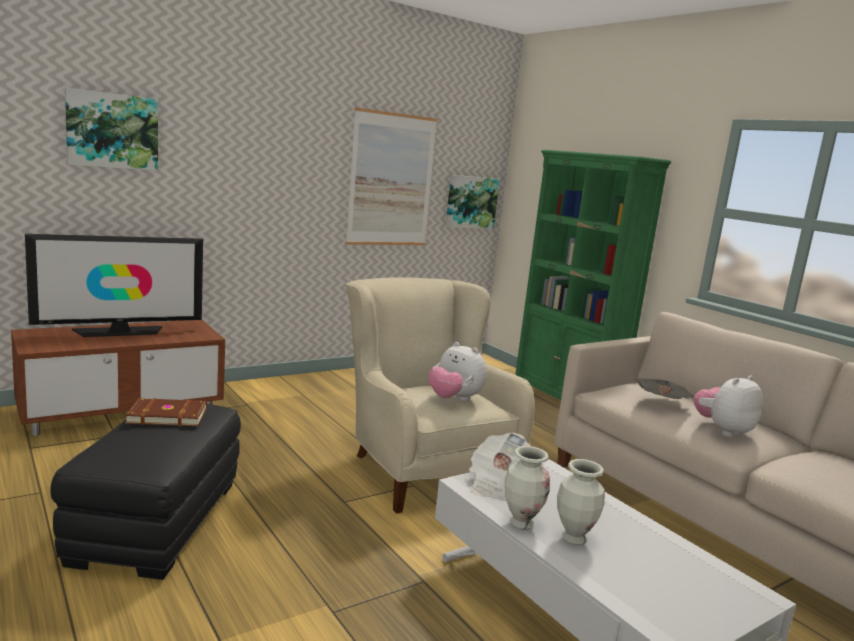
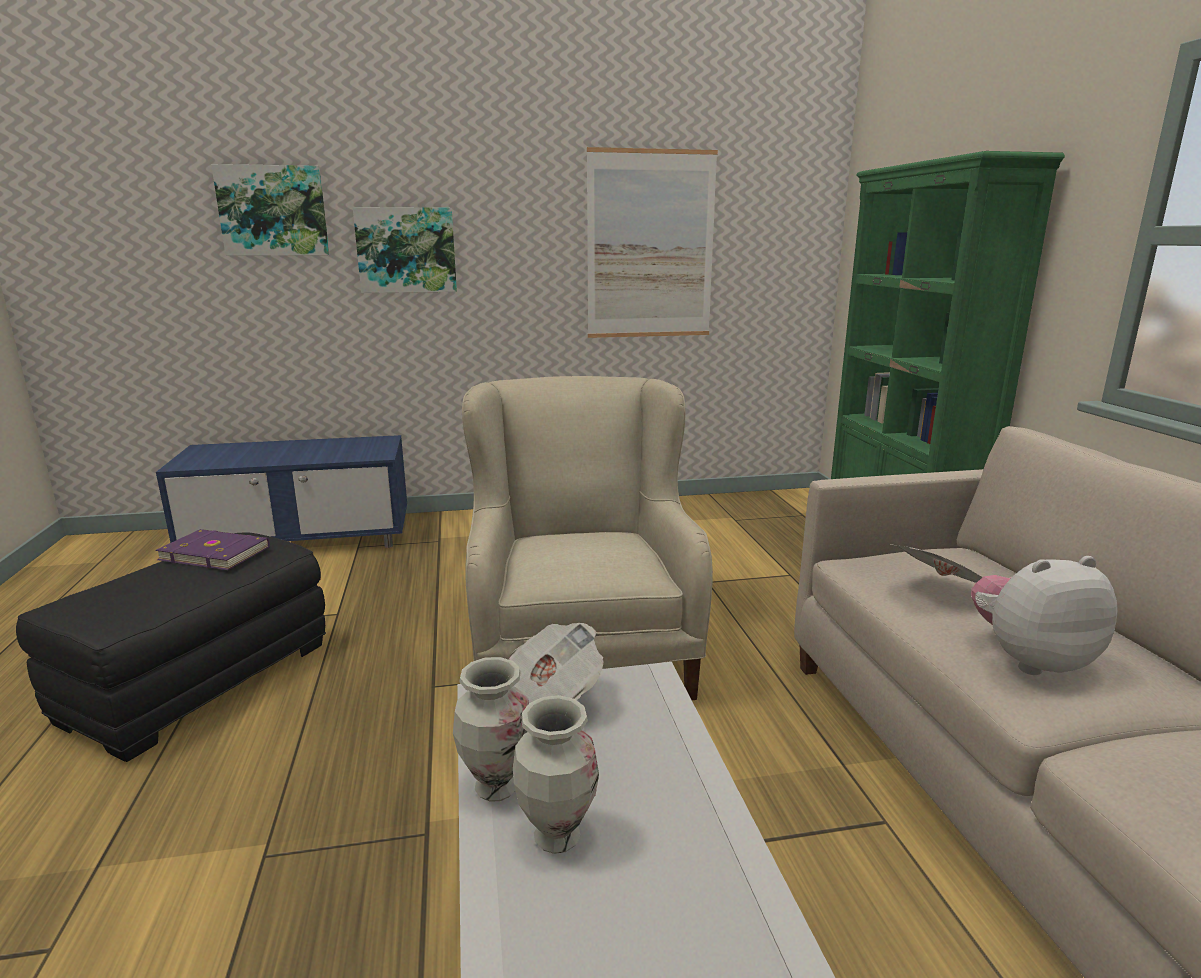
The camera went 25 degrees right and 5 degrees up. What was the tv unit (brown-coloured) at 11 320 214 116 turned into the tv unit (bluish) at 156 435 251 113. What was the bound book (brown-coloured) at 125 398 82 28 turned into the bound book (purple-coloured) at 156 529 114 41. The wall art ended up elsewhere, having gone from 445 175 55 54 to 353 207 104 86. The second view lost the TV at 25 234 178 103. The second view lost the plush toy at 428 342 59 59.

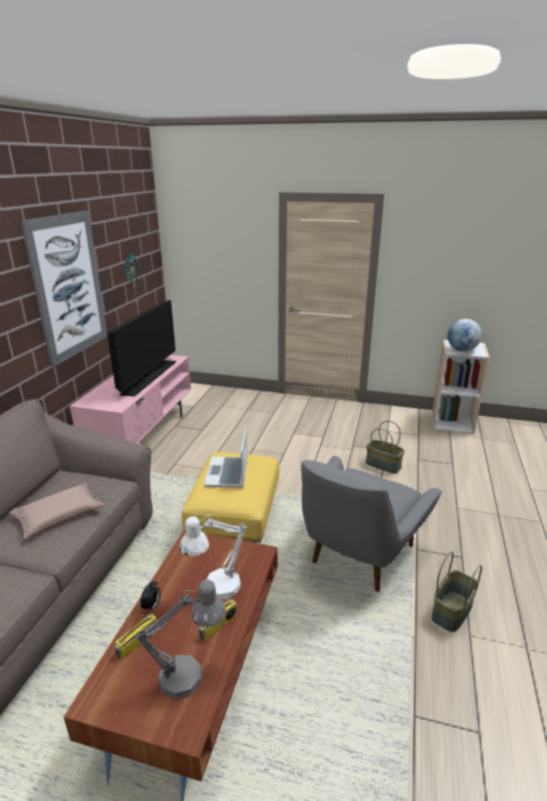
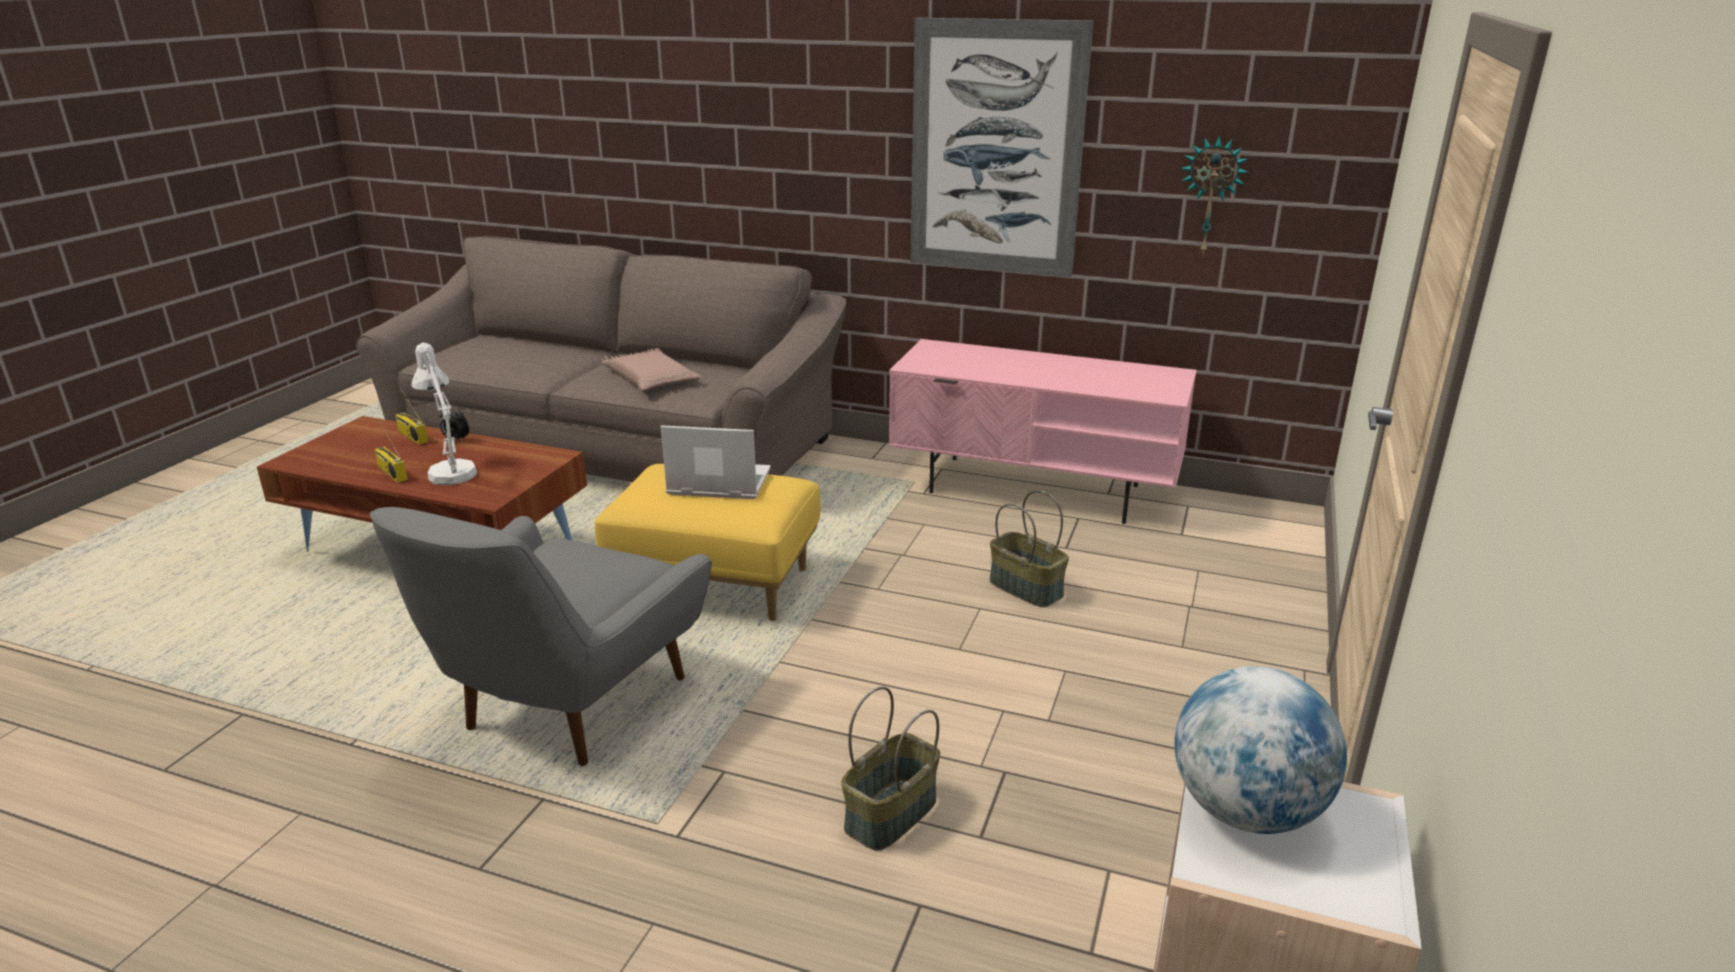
The camera went 95 degrees right and 0 degrees up. The easy chair (gray) at 301 456 141 136 ended up facing another way, 105 degrees counterclockwise from before. The basket ended up elsewhere, having gone from 432 551 50 81 to 990 490 79 117. The second view lost the TV at 107 300 69 96. The second view lost the lamp for a table (gray) at 135 580 91 119.

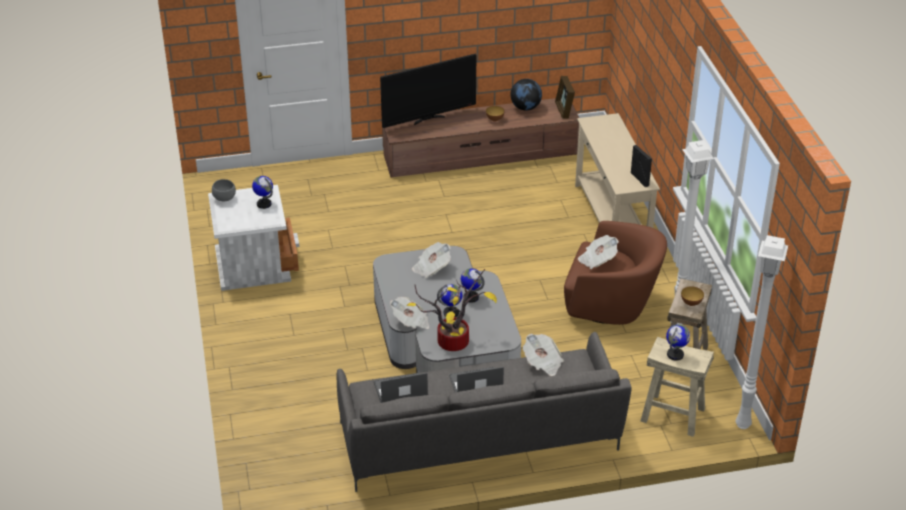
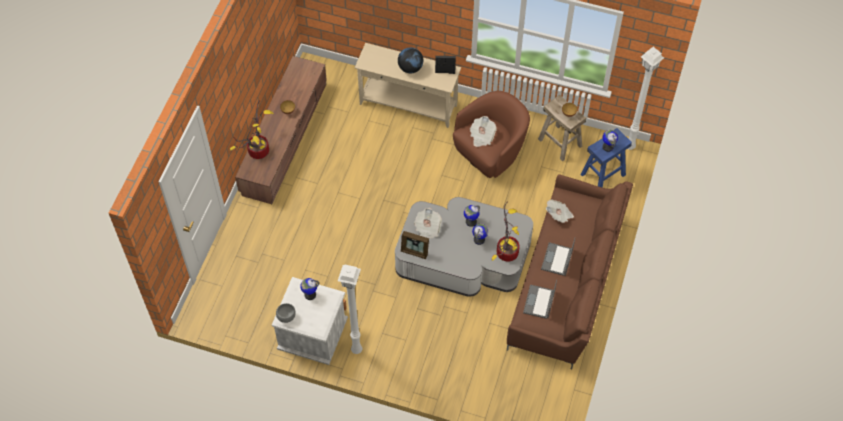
The camera went 60 degrees left and 20 degrees up. Where the TV stood at 380 53 96 75, the houseplant came to stand at 230 100 43 59. The floor lamp (white) ended up elsewhere, having gone from 670 140 44 185 to 338 264 24 90. The world globe ended up elsewhere, having gone from 511 79 31 32 to 398 47 25 26. The standing frame ended up elsewhere, having gone from 555 76 20 43 to 401 231 28 28. What was the couch (gray) at 337 332 294 160 turned into the couch (brown-coloured) at 507 174 126 195. What was the stool seat (sand-coloured) at 641 337 73 100 turned into the stool seat (bluish) at 580 128 52 60. The second view lost the daily paper at 390 297 39 32.

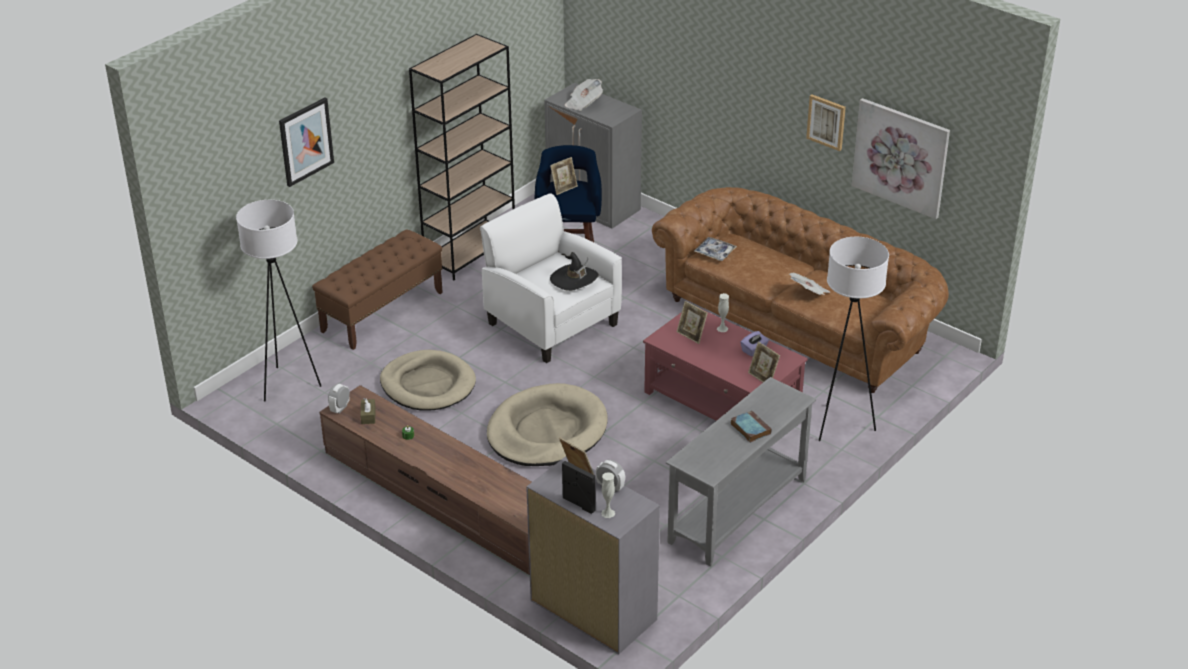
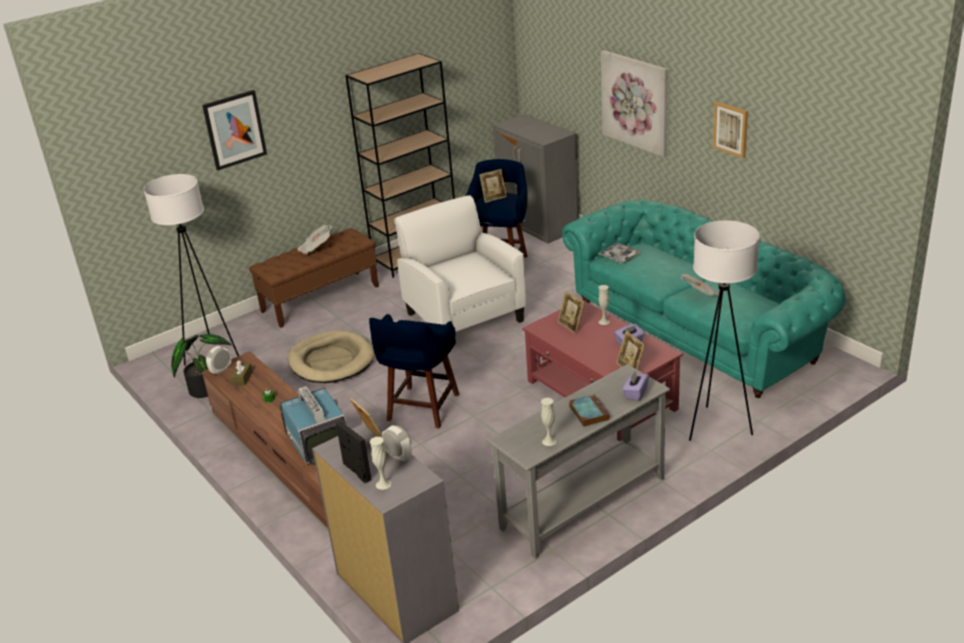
The camera went 15 degrees right and 5 degrees down. The second view gained the houseplant at 171 334 60 64. The second view gained the TV at 280 386 67 79. The daily paper ended up elsewhere, having gone from 565 79 38 32 to 297 225 35 30. Where the dog bed (sand-coloured) stood at 487 383 121 83, the stool seat (bluish) came to stand at 369 314 90 114. The second view gained the decorative vase (white) at 541 398 15 48. What was the couch (brown-coloured) at 652 187 297 206 turned into the couch (blue-green) at 562 200 284 198. The wall art ended up elsewhere, having gone from 851 98 99 121 to 601 50 67 107. The second view gained the box of tissues (purple-coloured) at 623 371 26 30. The second view lost the wearable hat (black) at 550 252 49 39.

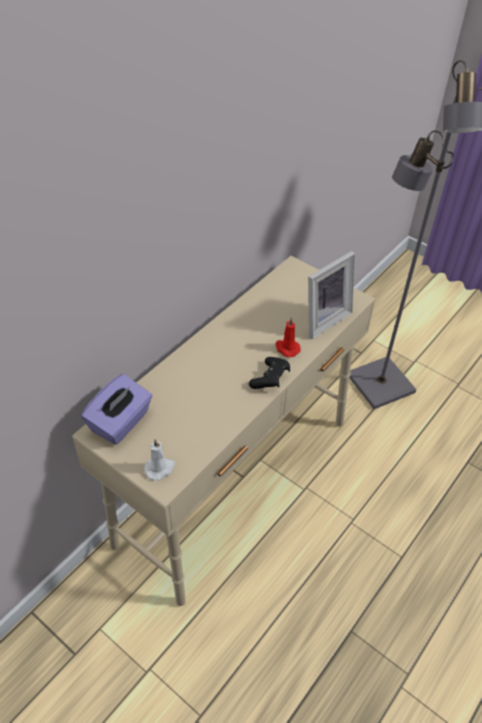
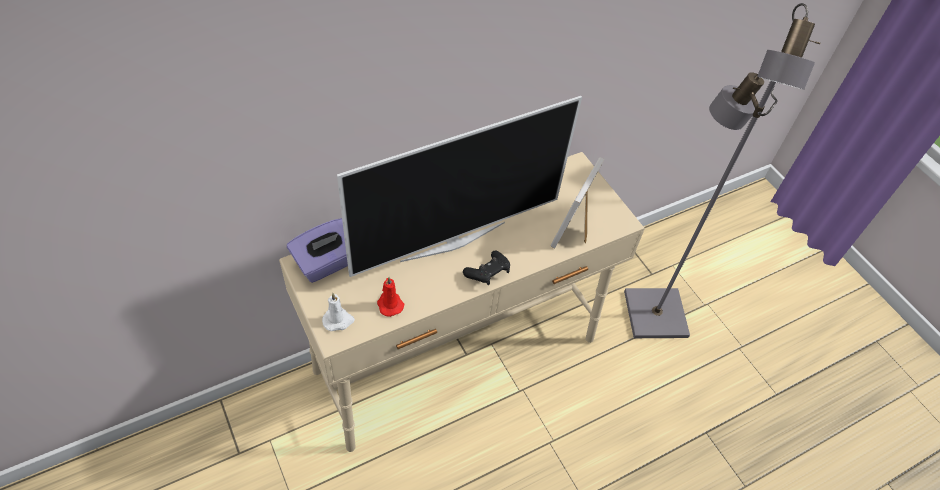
The camera went 20 degrees right and 5 degrees up. The second view gained the TV at 337 96 245 181. The wax light (red) ended up elsewhere, having gone from 276 317 25 40 to 377 277 27 40. The standing frame at 308 251 47 88 ended up facing another way, 135 degrees clockwise from before.

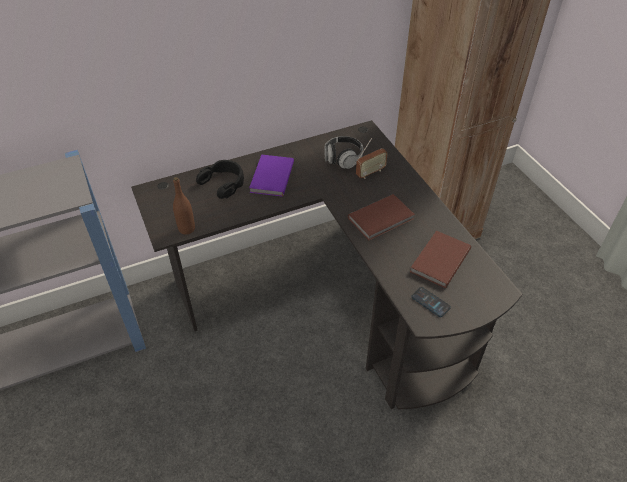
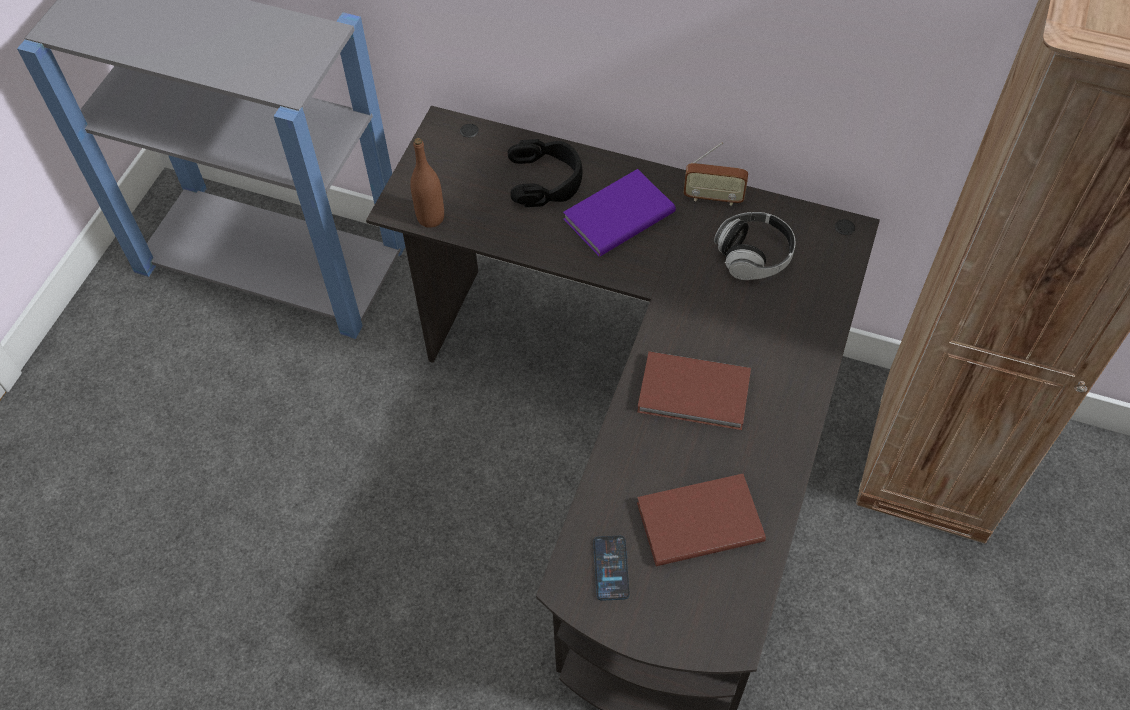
The camera went 45 degrees right and 10 degrees up. The radio ended up elsewhere, having gone from 356 138 32 41 to 684 142 64 64.

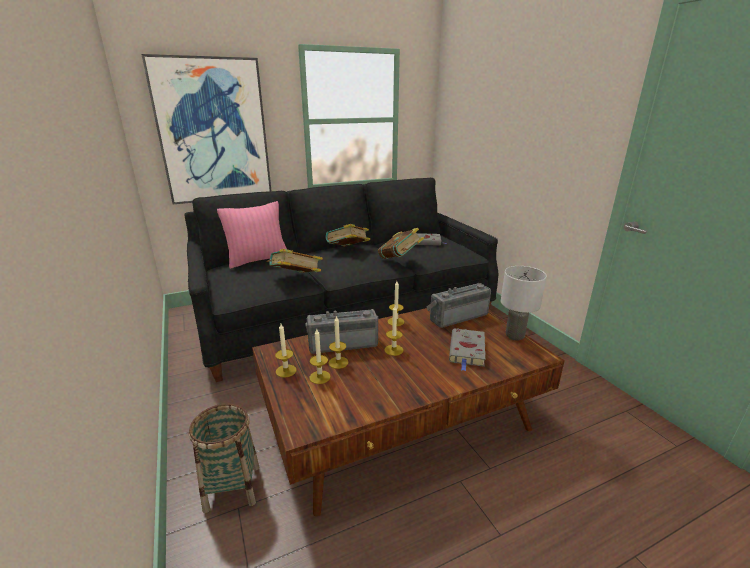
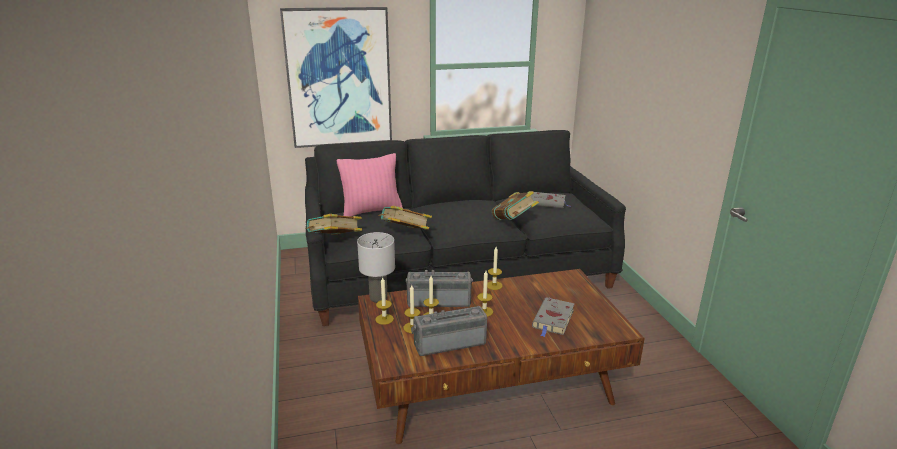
The camera went 10 degrees right and 0 degrees up. The bound book ended up elsewhere, having gone from 326 224 44 22 to 307 214 55 21. The lamp for a table (white) ended up elsewhere, having gone from 501 266 46 75 to 357 232 38 71. The radio ended up elsewhere, having gone from 427 283 64 45 to 411 306 76 50. The second view lost the basket at 189 404 70 109.

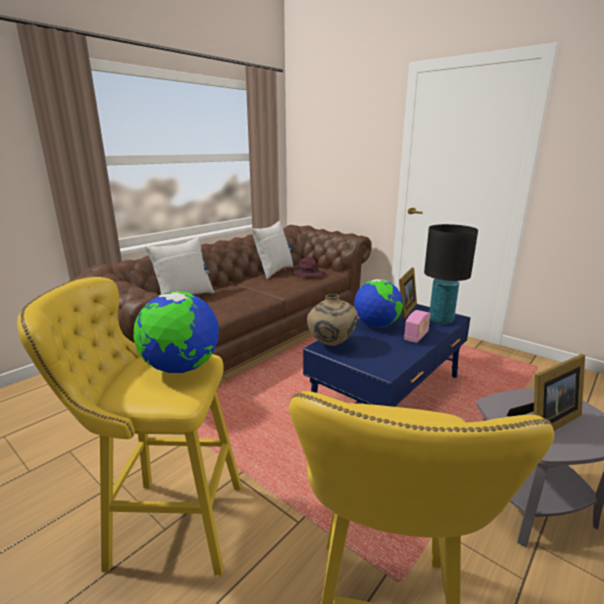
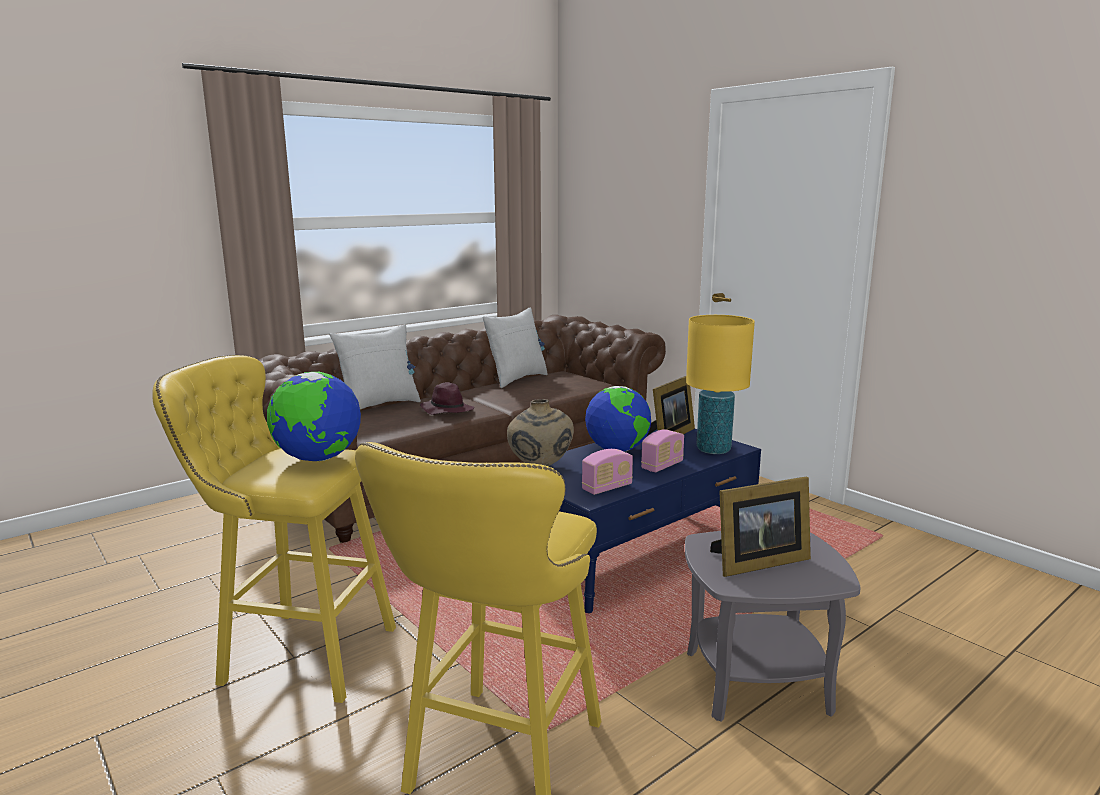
The camera went 10 degrees right and 5 degrees down. The wearable hat (purple-coloured) ended up elsewhere, having gone from 291 257 34 20 to 420 382 54 33. The second view gained the radio at 582 449 51 46. What was the lamp for a table (black) at 424 224 54 100 turned into the lamp for a table (yellow) at 686 315 69 139.

